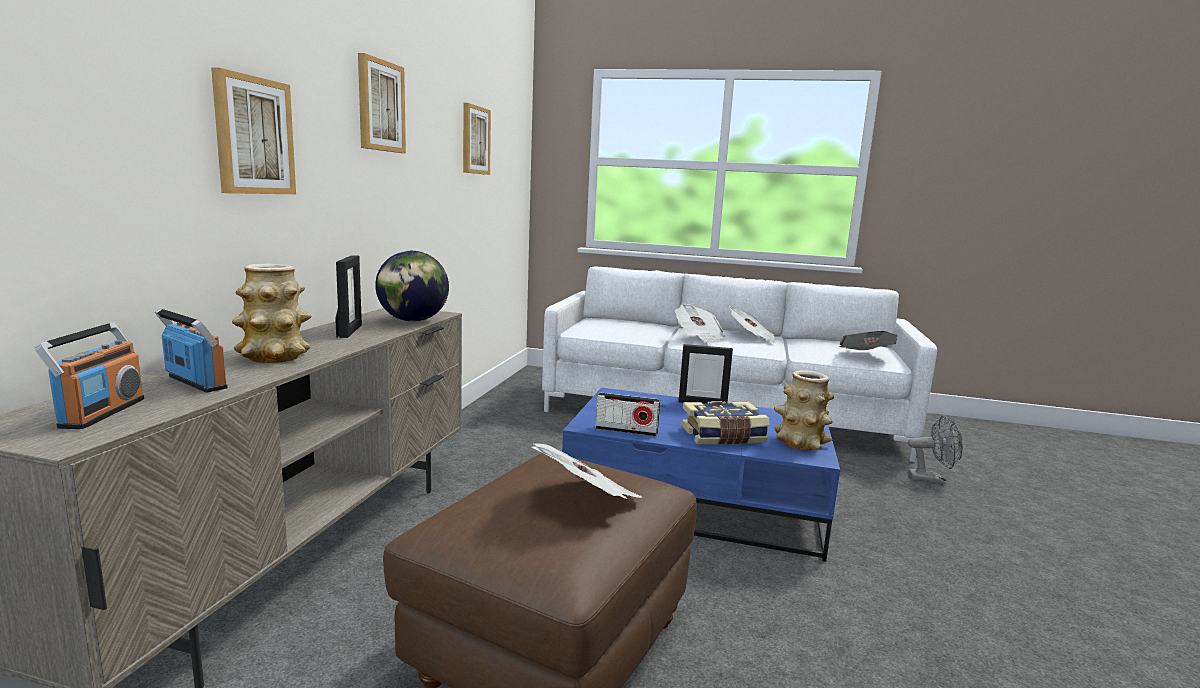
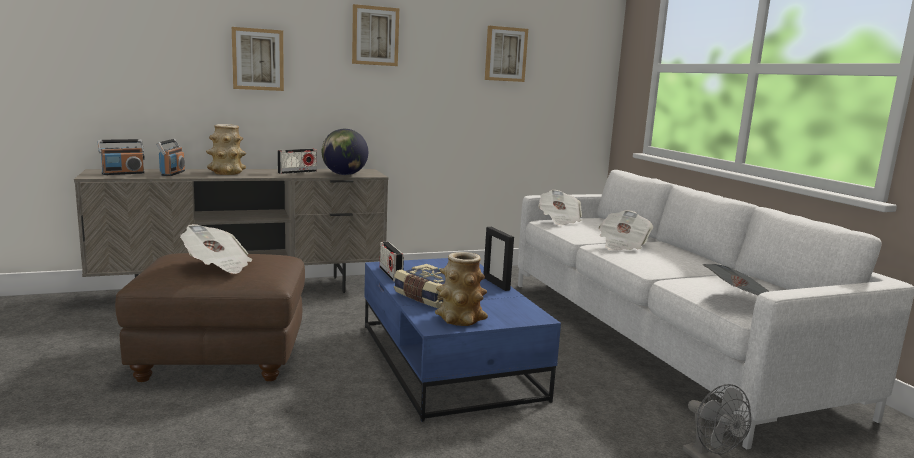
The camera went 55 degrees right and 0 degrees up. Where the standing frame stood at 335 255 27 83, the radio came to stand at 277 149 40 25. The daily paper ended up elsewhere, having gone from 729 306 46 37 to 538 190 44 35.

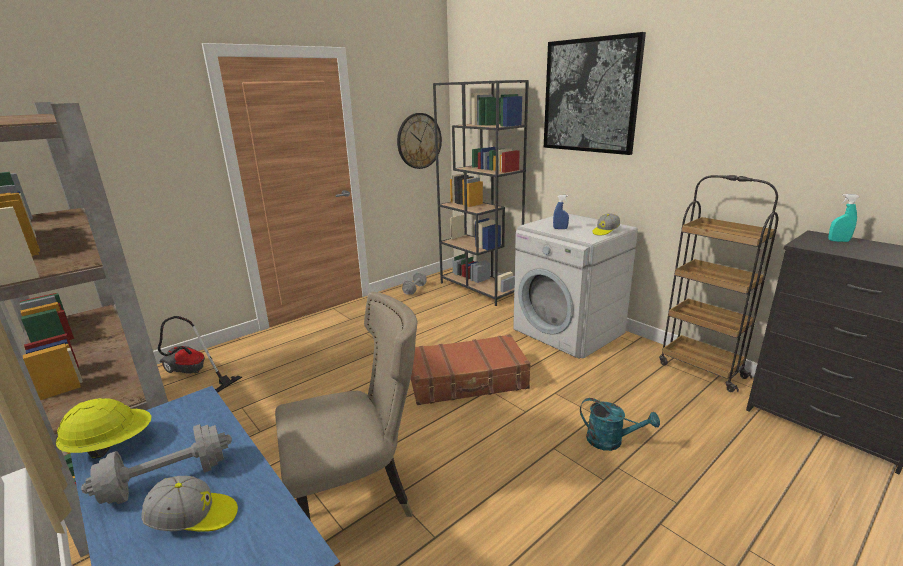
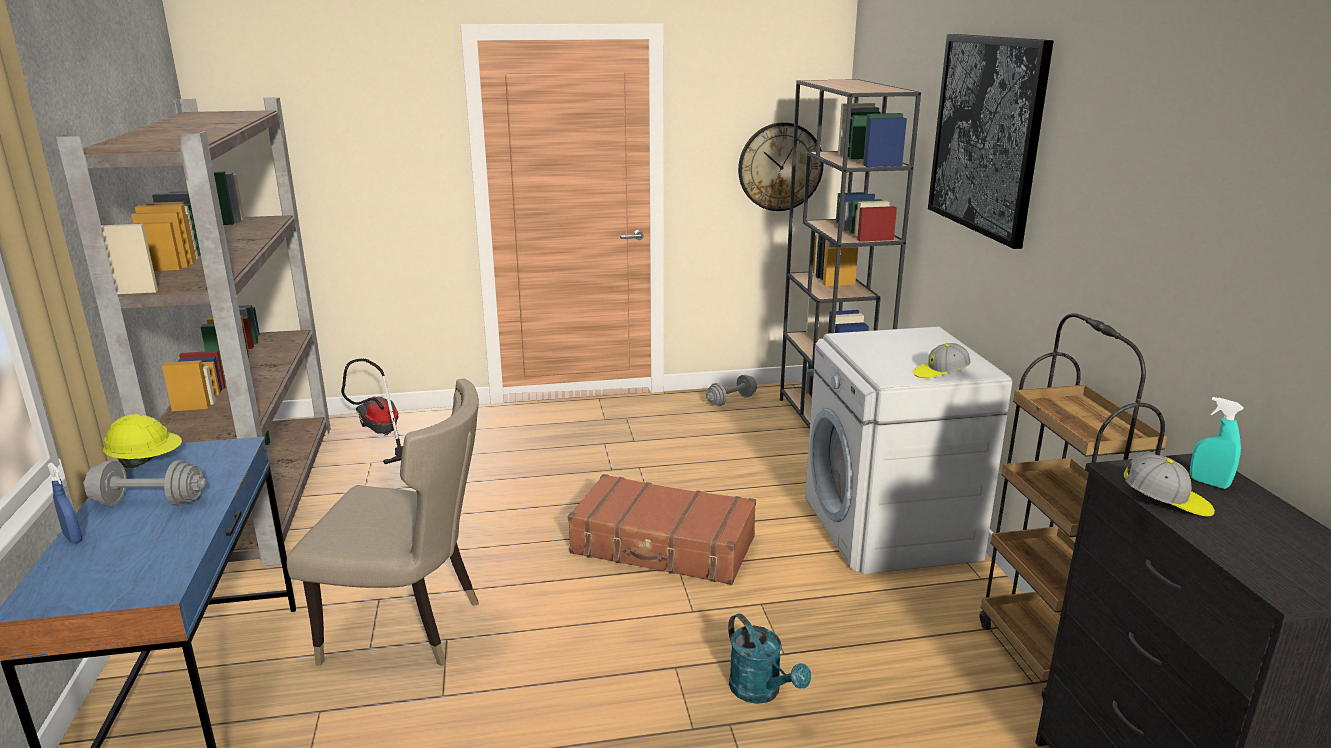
The camera went 30 degrees right and 0 degrees up. The spray bottle (bluish) ended up elsewhere, having gone from 553 195 16 34 to 47 463 35 80. The peaked cap ended up elsewhere, having gone from 141 476 97 56 to 1124 454 91 63.

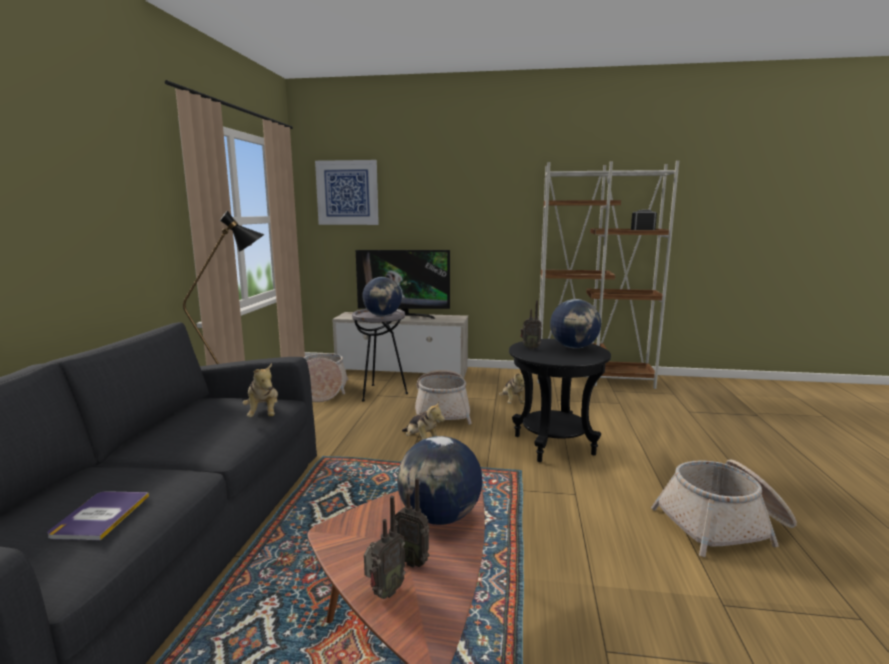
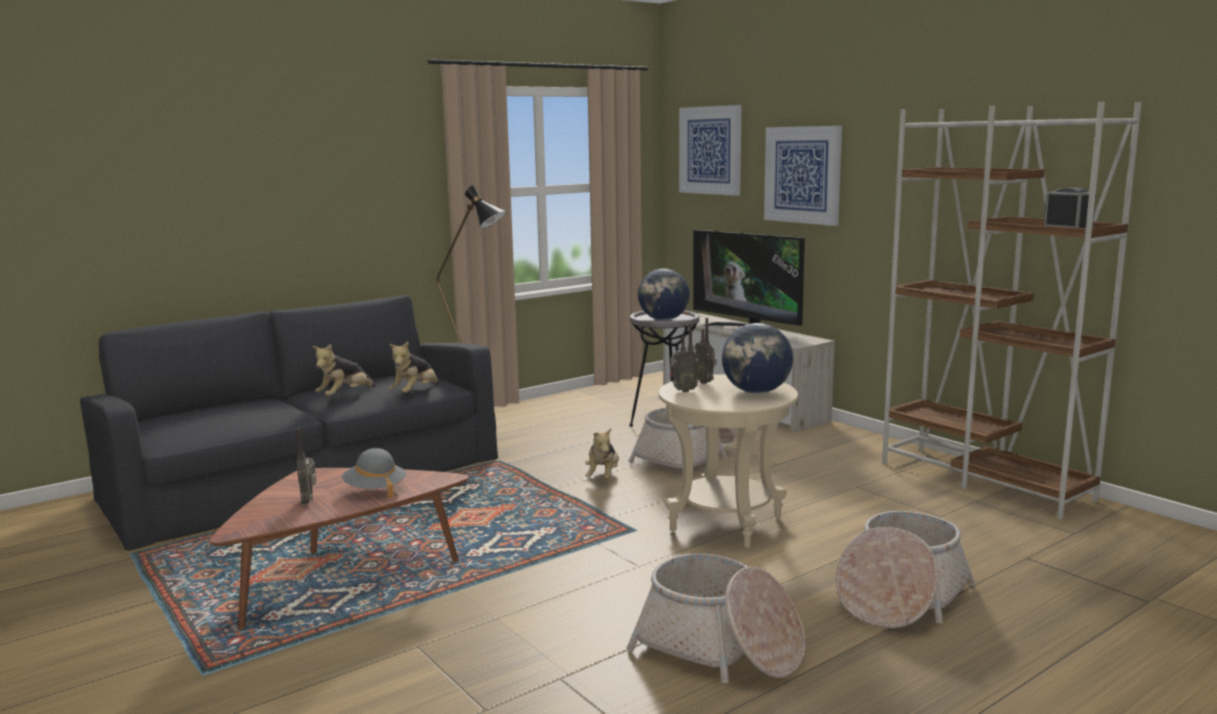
The camera went 45 degrees right and 0 degrees up. The plush toy ended up elsewhere, having gone from 499 373 26 31 to 312 344 64 52. Where the world globe stood at 397 436 85 89, the wearable hat (gray) came to stand at 342 448 64 50. What was the accent table (black) at 509 339 102 123 turned into the accent table (sand-coloured) at 659 374 139 174. The radio ended up elsewhere, having gone from 364 496 41 103 to 670 323 29 69. The second view gained the wall art at 764 126 78 100. The basket ended up elsewhere, having gone from 303 353 45 49 to 836 511 139 117. The second view lost the bound book at 47 491 102 49.

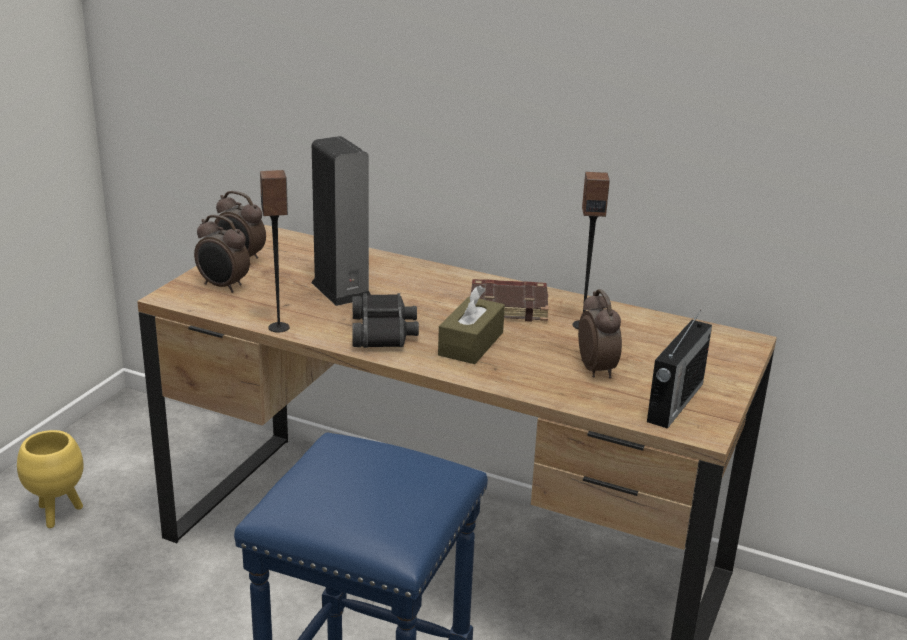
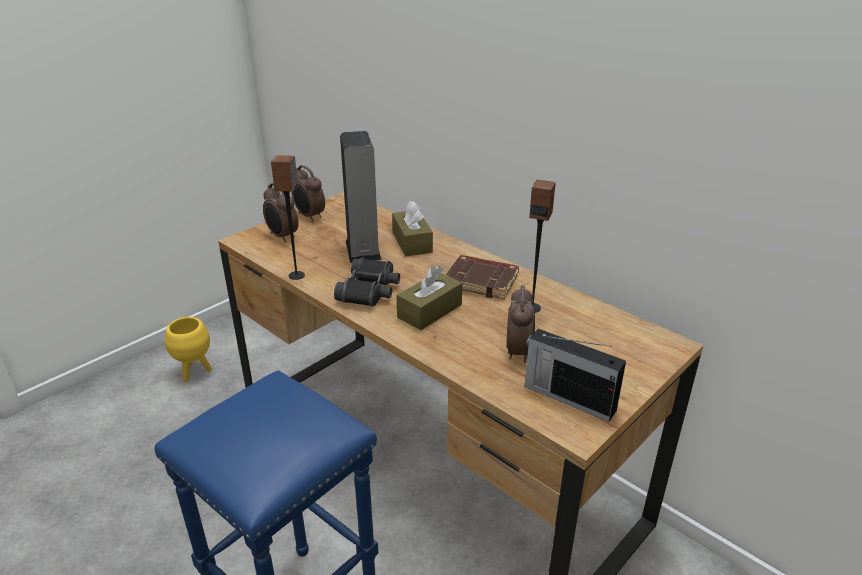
The camera went 20 degrees right and 5 degrees up. The second view gained the box of tissues (brown-coloured) at 392 201 41 55. The radio at 647 310 65 119 ended up facing another way, 75 degrees clockwise from before.

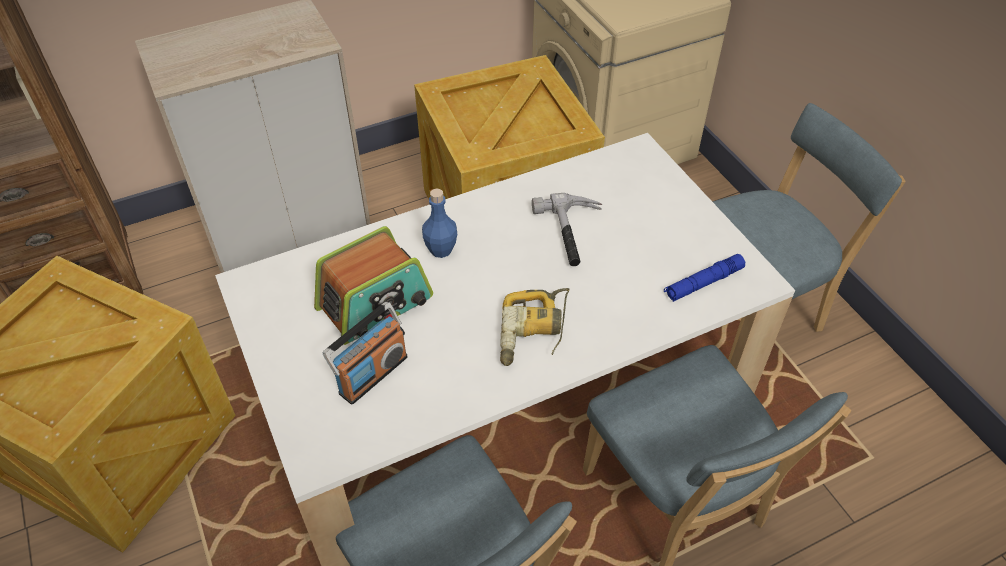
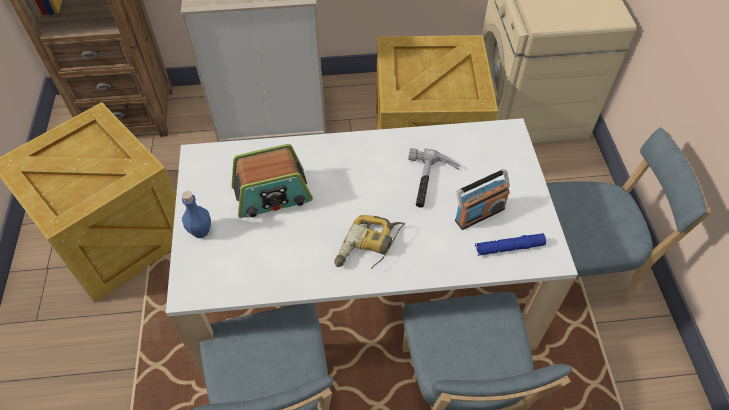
The camera went 20 degrees right and 5 degrees up. The beverage bottle (bluish) ended up elsewhere, having gone from 422 189 35 69 to 182 191 29 47. The radio ended up elsewhere, having gone from 323 302 85 103 to 455 169 55 61.

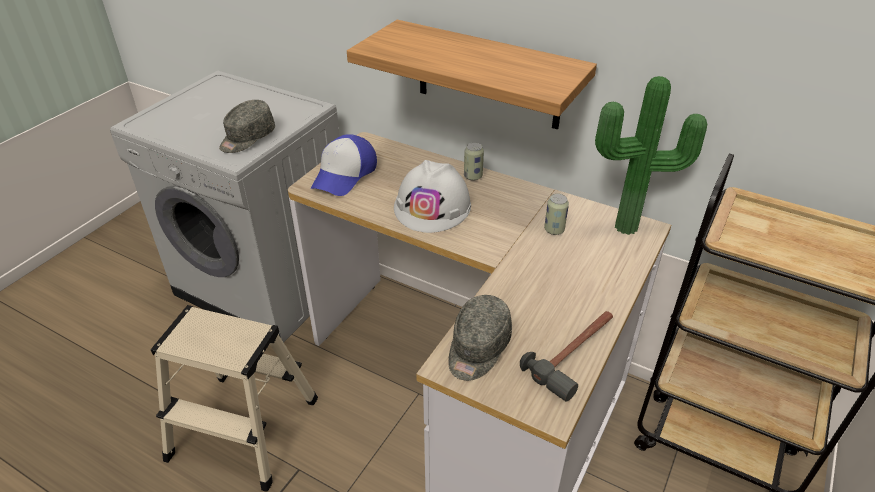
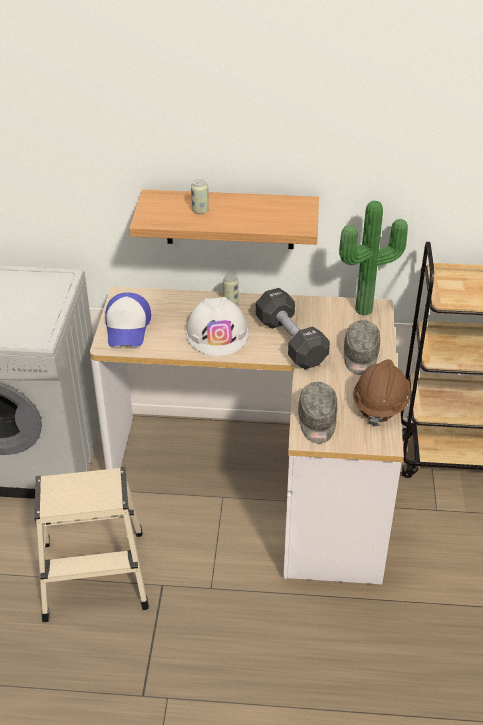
The camera went 25 degrees left and 0 degrees up. The metal can ended up elsewhere, having gone from 544 194 25 41 to 191 179 18 35. The second view gained the free weight (black) at 256 288 74 81. The peaked cap (gray) ended up elsewhere, having gone from 219 100 56 53 to 344 320 36 55. Where the hand hammer stood at 520 311 93 91, the hard hat (brown-coloured) came to stand at 353 359 58 67.

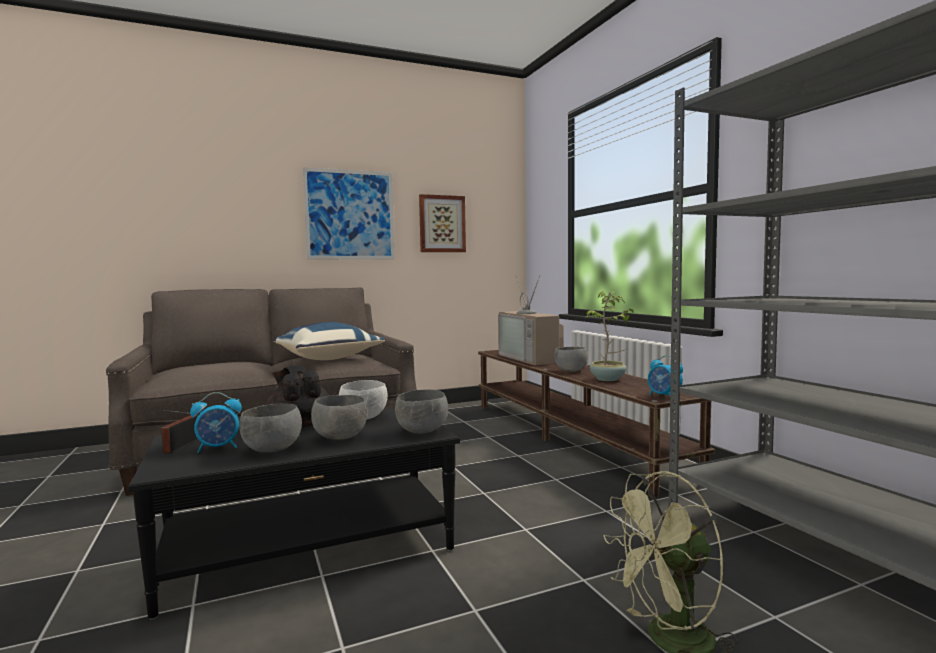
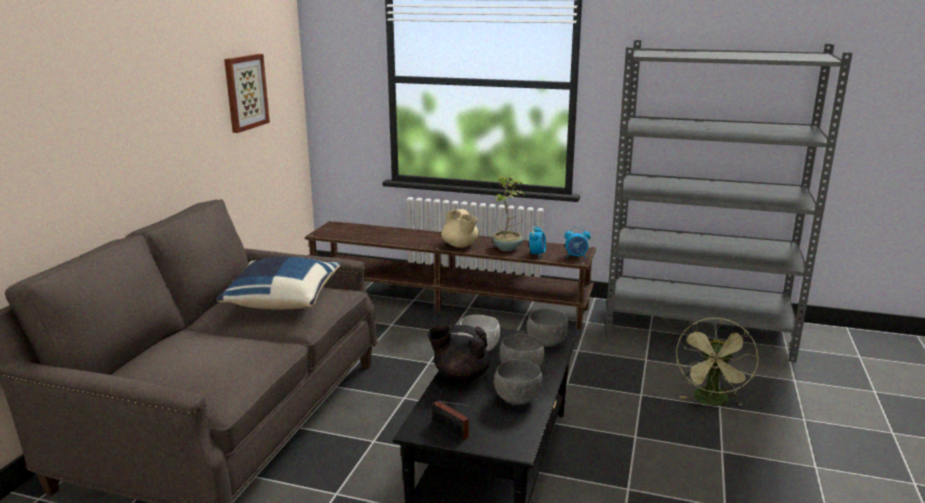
The camera went 50 degrees left and 15 degrees up. Where the bowl (gray) stood at 554 347 34 25, the pot for tea (sand-coloured) came to stand at 441 209 38 39. The table clock ended up elsewhere, having gone from 190 392 52 61 to 529 225 17 33. The second view lost the wall art at 303 167 92 93. The second view lost the TV at 498 276 66 89.

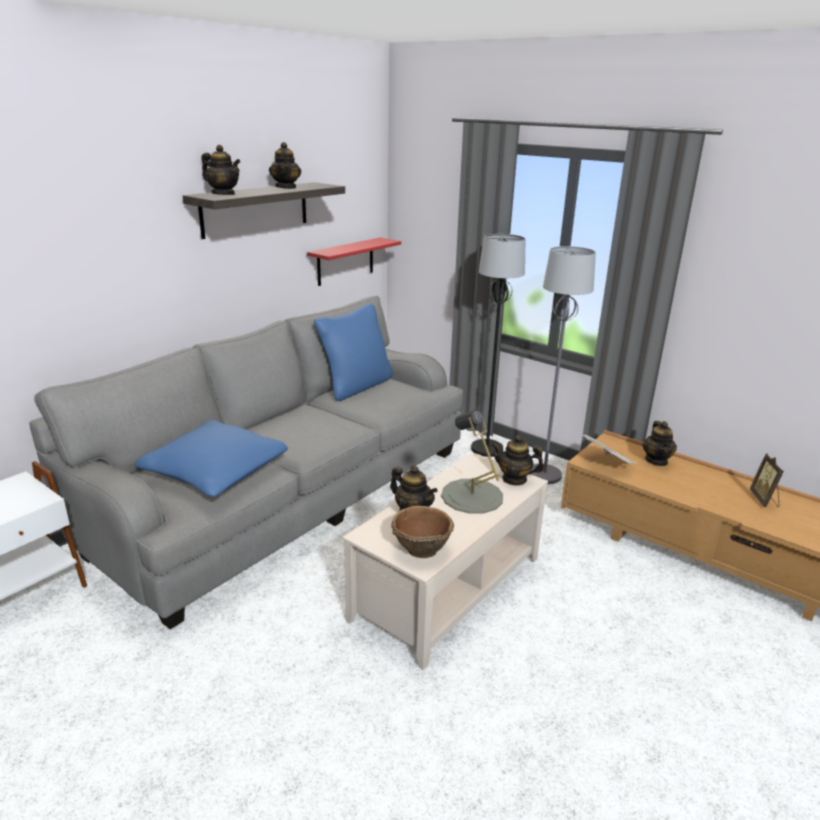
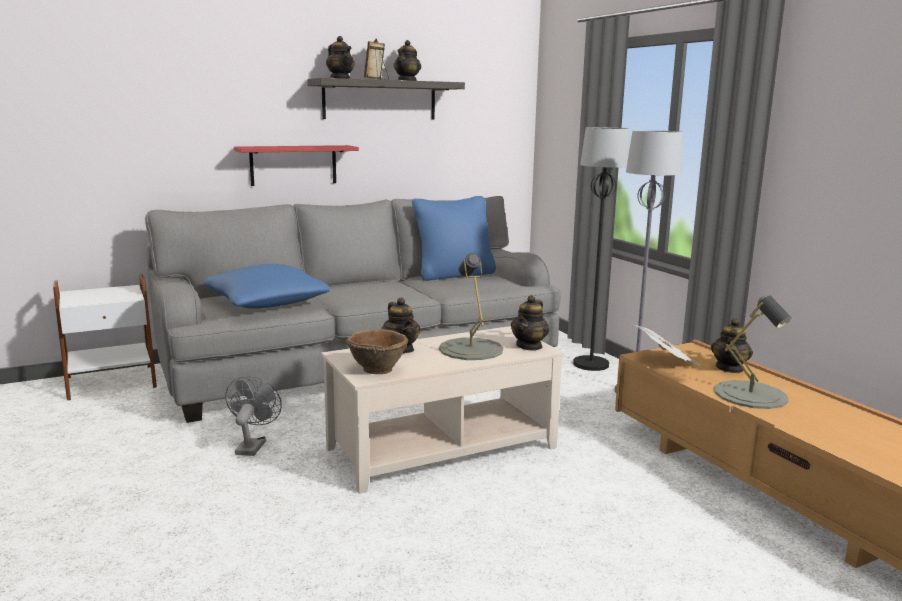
The camera went 25 degrees right and 10 degrees down. The second view gained the cooling fan (gray) at 225 376 57 80. The bracket shelf (red) ended up elsewhere, having gone from 307 237 94 49 to 234 145 125 41. The standing frame ended up elsewhere, having gone from 750 453 34 54 to 364 38 25 42. The pot for tea at 491 435 53 51 ended up facing another way, 105 degrees counterclockwise from before. The second view gained the lamp for a table (gray) at 715 295 76 114.

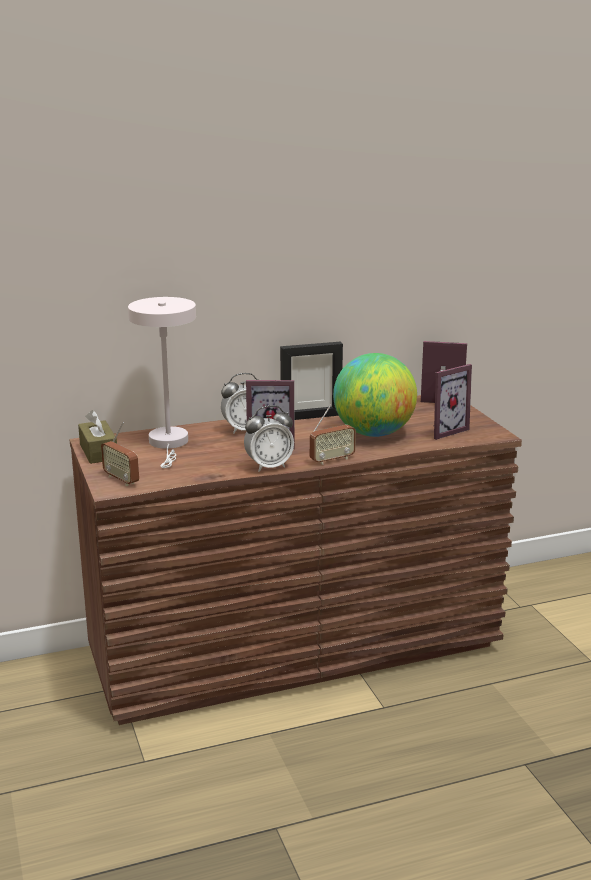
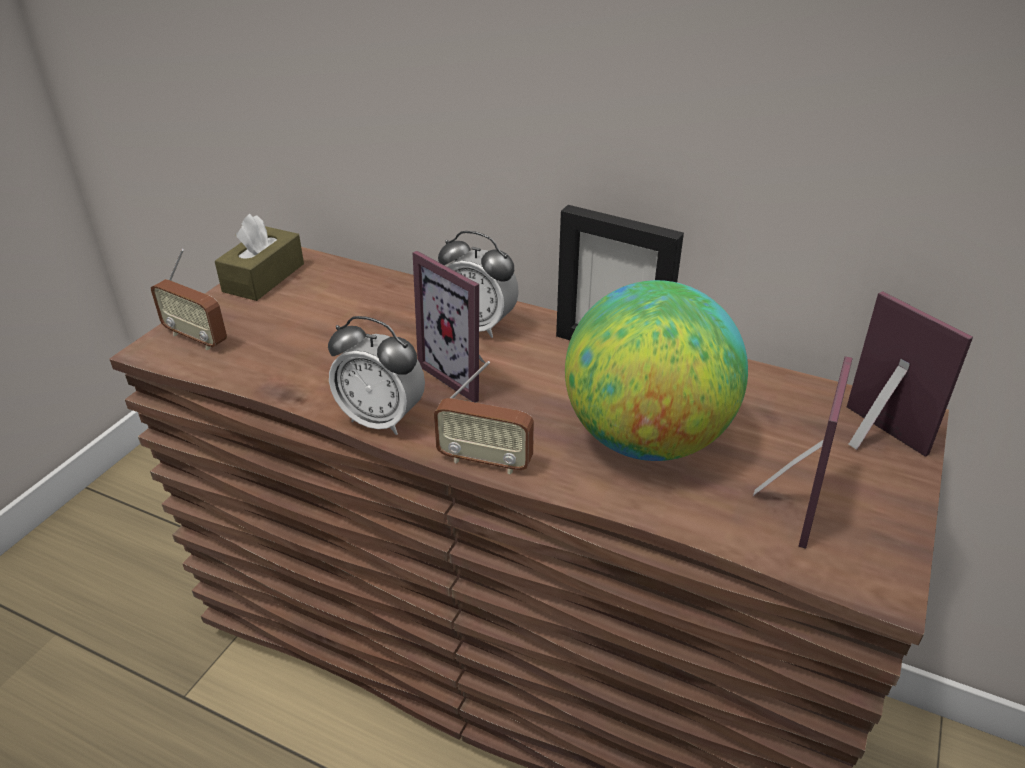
The camera went 45 degrees right and 15 degrees up. The radio at 101 422 38 64 ended up facing another way, 60 degrees counterclockwise from before. The standing frame at 434 364 38 76 ended up facing another way, 75 degrees counterclockwise from before. The second view lost the lamp for a table (white) at 128 297 68 171.

